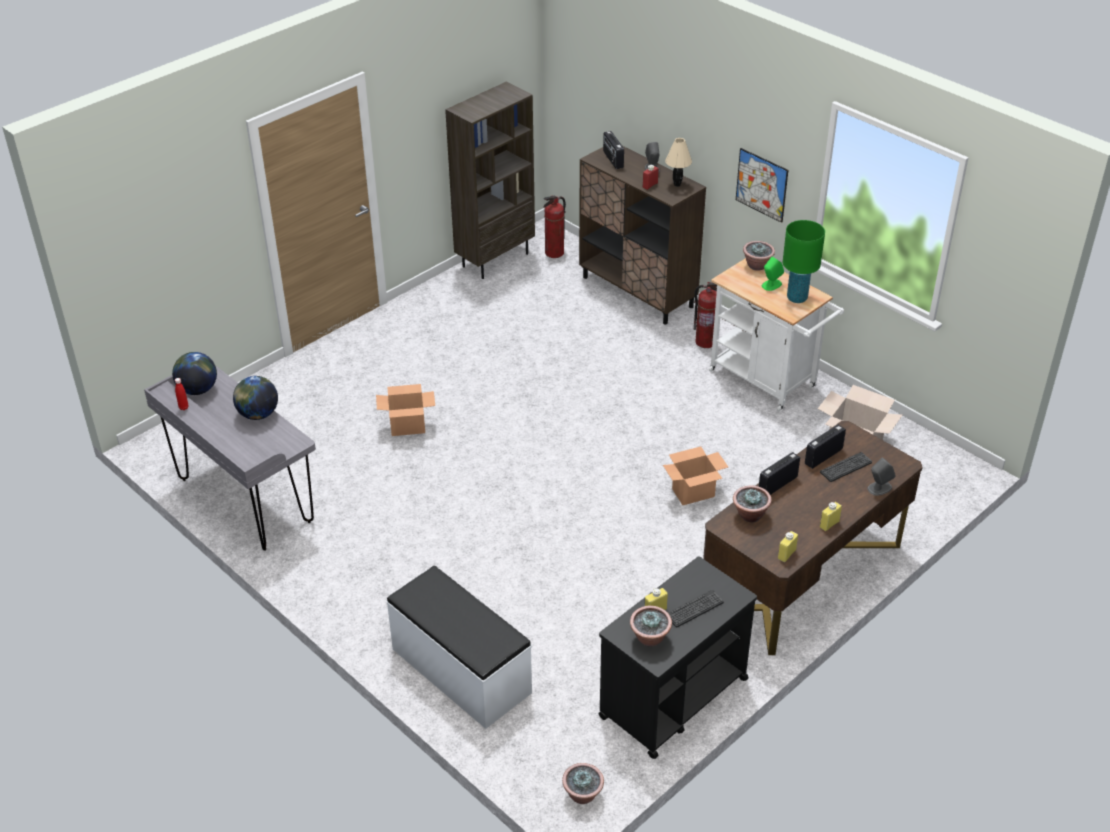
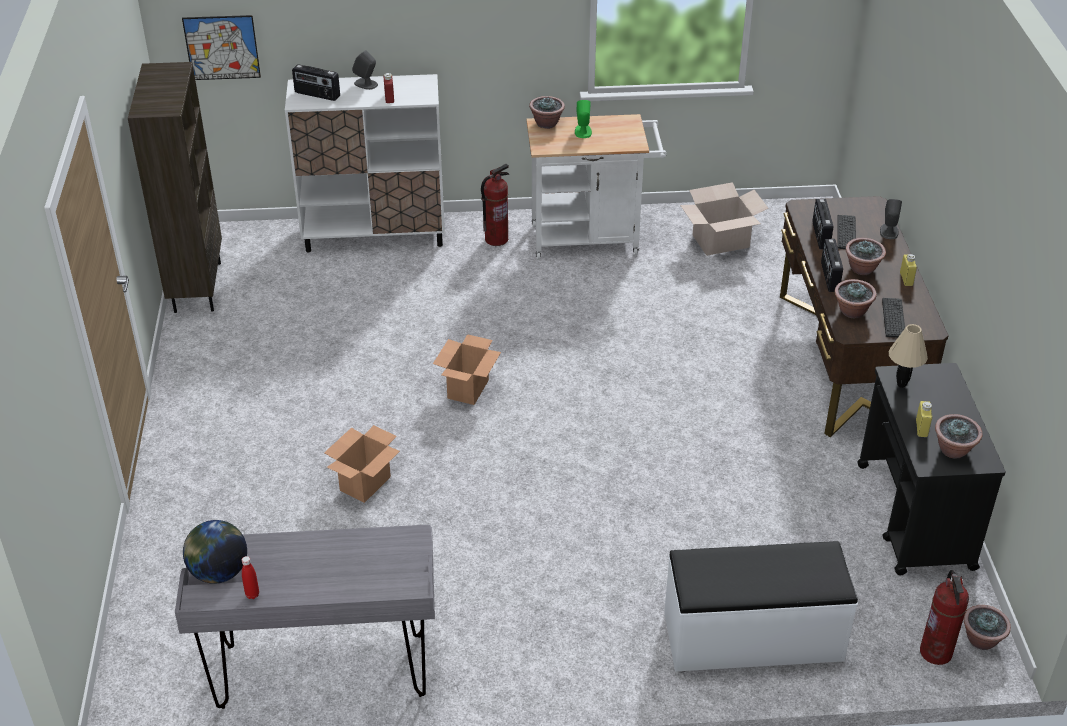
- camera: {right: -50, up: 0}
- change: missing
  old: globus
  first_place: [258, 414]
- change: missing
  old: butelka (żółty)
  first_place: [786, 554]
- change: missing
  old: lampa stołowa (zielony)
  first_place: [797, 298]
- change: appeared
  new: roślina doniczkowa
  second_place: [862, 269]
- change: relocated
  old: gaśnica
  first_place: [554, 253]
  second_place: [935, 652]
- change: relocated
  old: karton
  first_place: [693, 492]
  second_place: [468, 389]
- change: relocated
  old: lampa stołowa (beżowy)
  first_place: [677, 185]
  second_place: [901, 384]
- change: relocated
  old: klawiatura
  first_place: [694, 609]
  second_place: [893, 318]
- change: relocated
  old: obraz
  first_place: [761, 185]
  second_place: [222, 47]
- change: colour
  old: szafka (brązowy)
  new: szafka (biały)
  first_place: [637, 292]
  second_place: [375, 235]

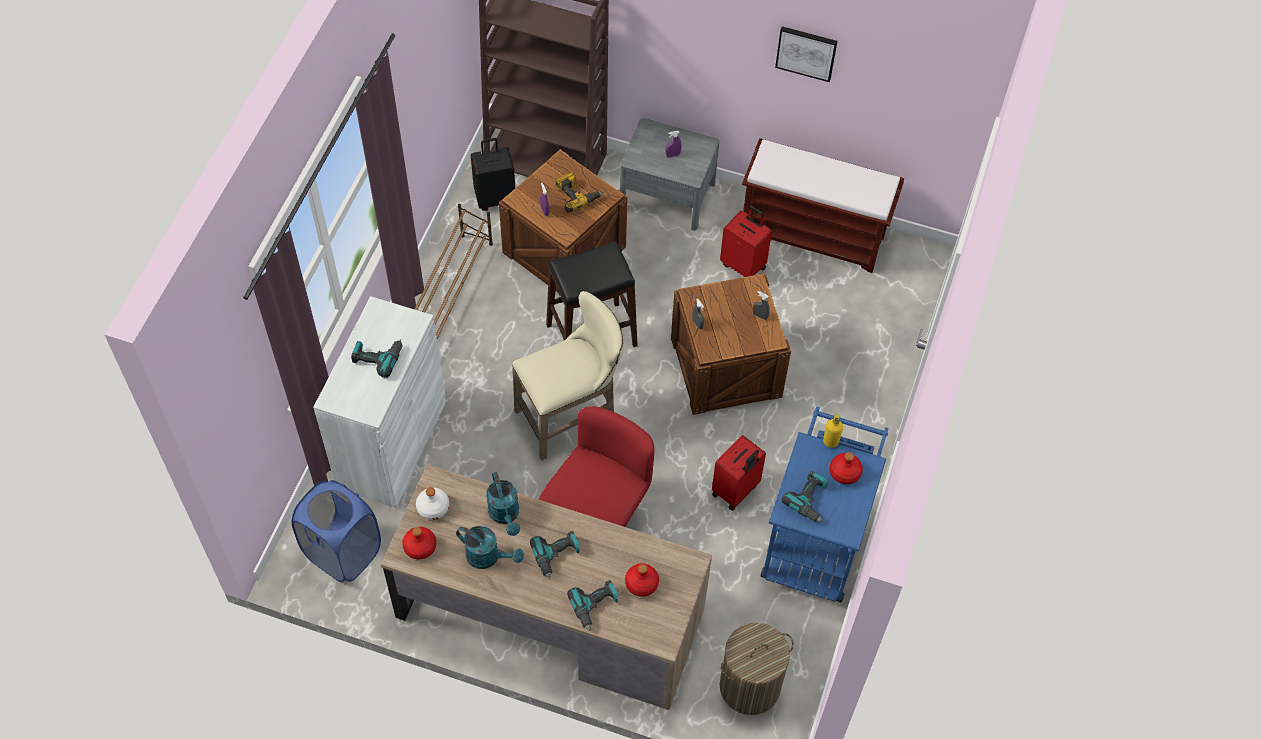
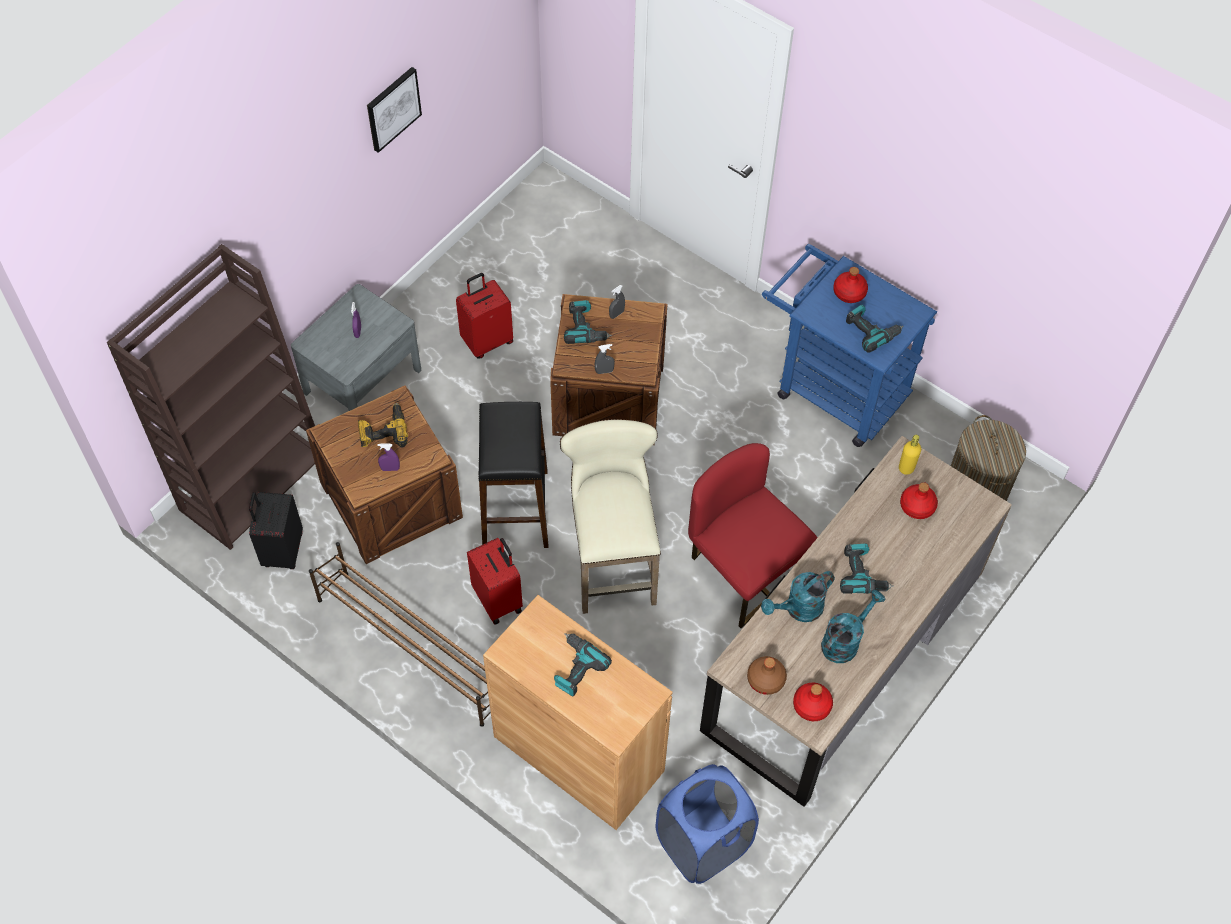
- camera: {right: -70, up: 0}
- change: missing
  old: ławka (brązowy)
  first_place: [814, 234]
- change: relocated
  old: wiertarka
  first_place: [595, 606]
  second_place: [585, 328]
- change: relocated
  old: walizka (czerwony)
  first_place: [736, 491]
  second_place: [499, 599]
- change: relocated
  old: butelka (żółty)
  first_place: [830, 442]
  second_place: [906, 468]
- change: colour
  old: szafka (biały)
  new: szafka (brązowy)
  first_place: [392, 444]
  second_place: [578, 753]
- change: colour
  old: butelka (biały)
  new: butelka (brązowy)
  first_place: [433, 507]
  second_place: [766, 679]
- change: spun
  old: konewka (turkusowy)
  first_place: [505, 515]
  second_place: [798, 609]
  degrees: 150

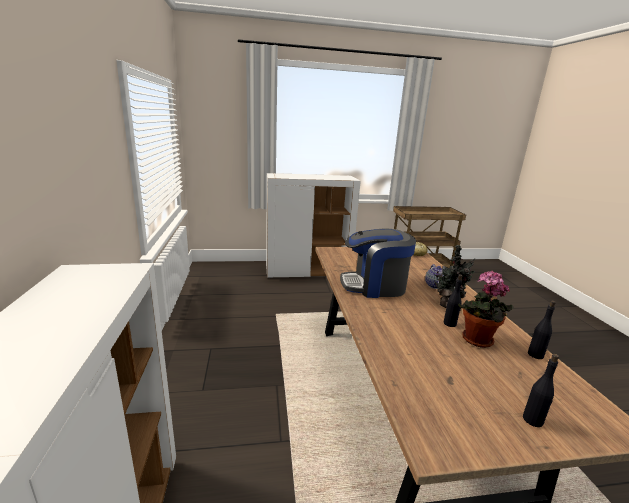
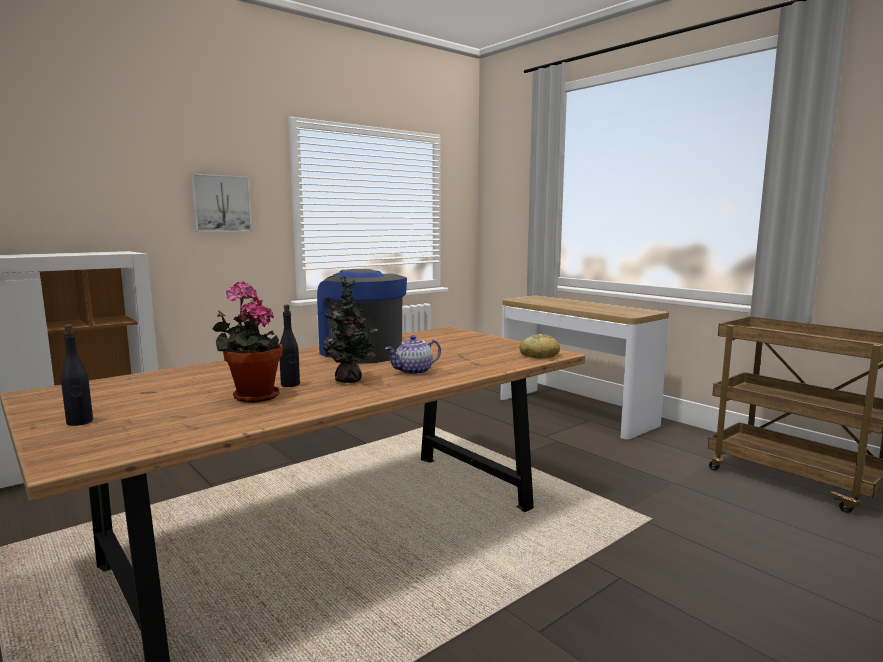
- camera: {right: 60, up: -10}
- change: missing
  old: butelka (czarny)
  first_place: [535, 355]
- change: appeared
  new: obraz
  second_place: [221, 203]
- change: exchanged
  old: szafka (biały)
  new: stolik konsolowy
  first_place: [308, 272]
  second_place: [574, 412]

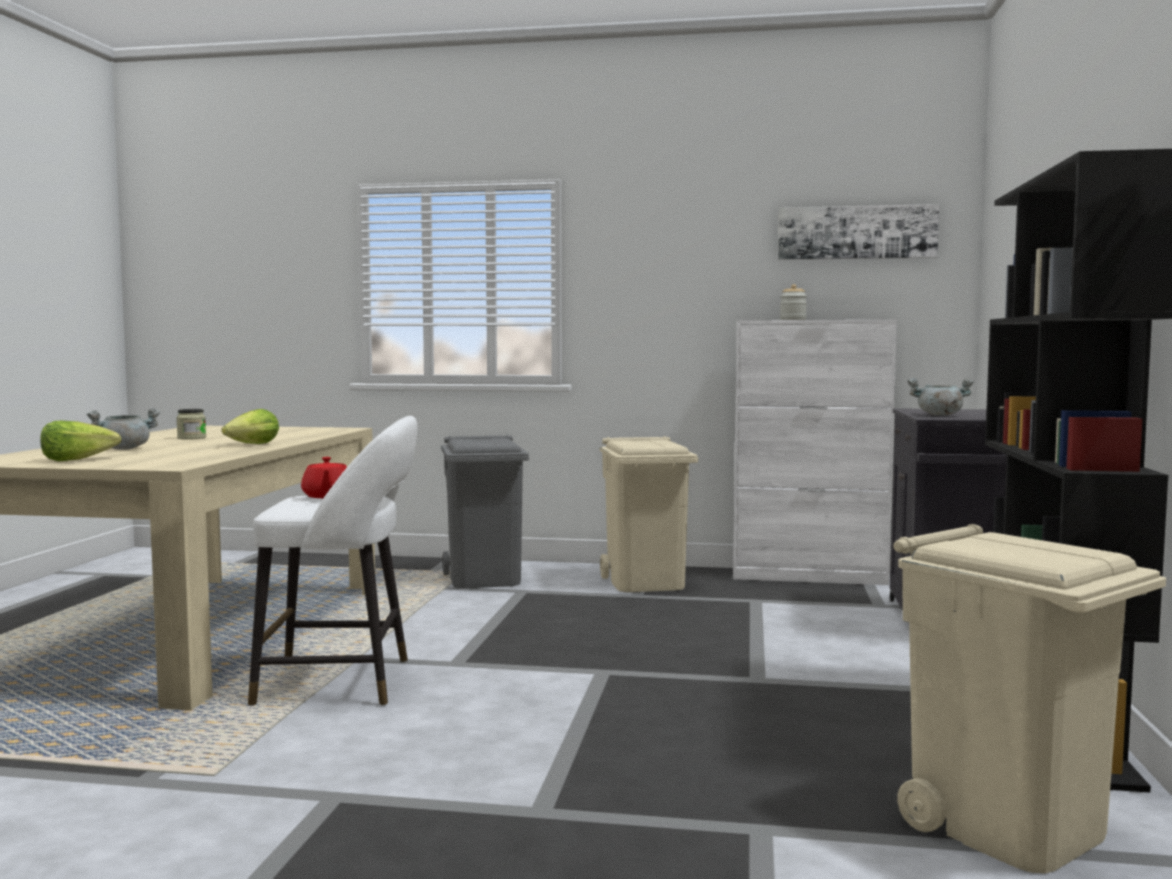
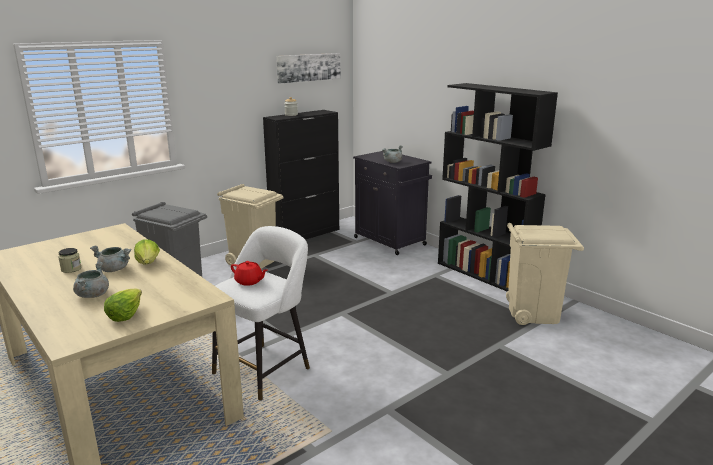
- camera: {right: -50, up: 15}
- change: appeared
  new: garnek (szary)
  second_place: [115, 269]
- change: colour
  old: szafka (biały)
  new: szafka (czarny)
  first_place: [809, 576]
  second_place: [305, 234]

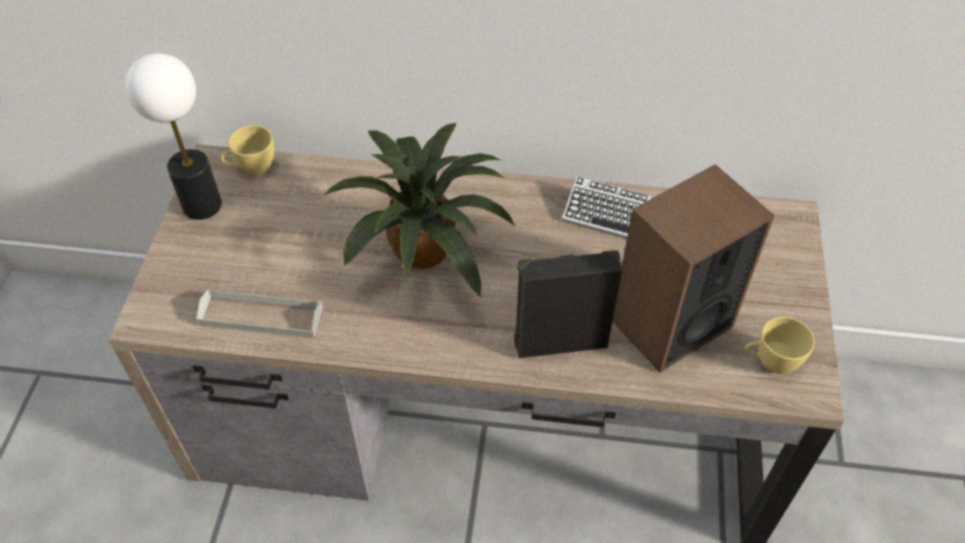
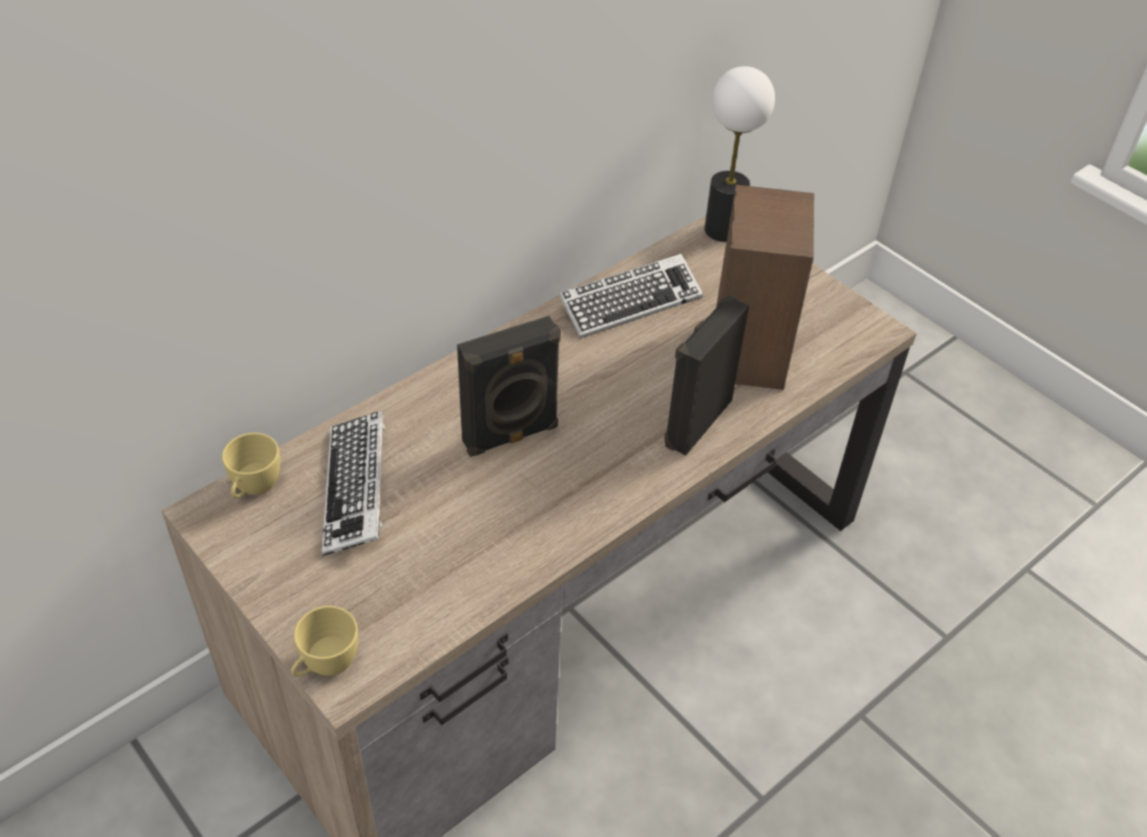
- camera: {right: -50, up: -5}
- change: missing
  old: taca (szary)
  first_place: [261, 316]
- change: appeared
  new: klawiatura
  second_place: [356, 489]
- change: relocated
  old: lampa stołowa
  first_place: [202, 205]
  second_place: [723, 229]
- change: relocated
  old: filiżanka (żółty)
  first_place: [770, 361]
  second_place: [325, 665]
- change: exchanged
  old: roślina doniczkowa
  new: głośnik (czarny)
  first_place: [426, 251]
  second_place: [511, 436]

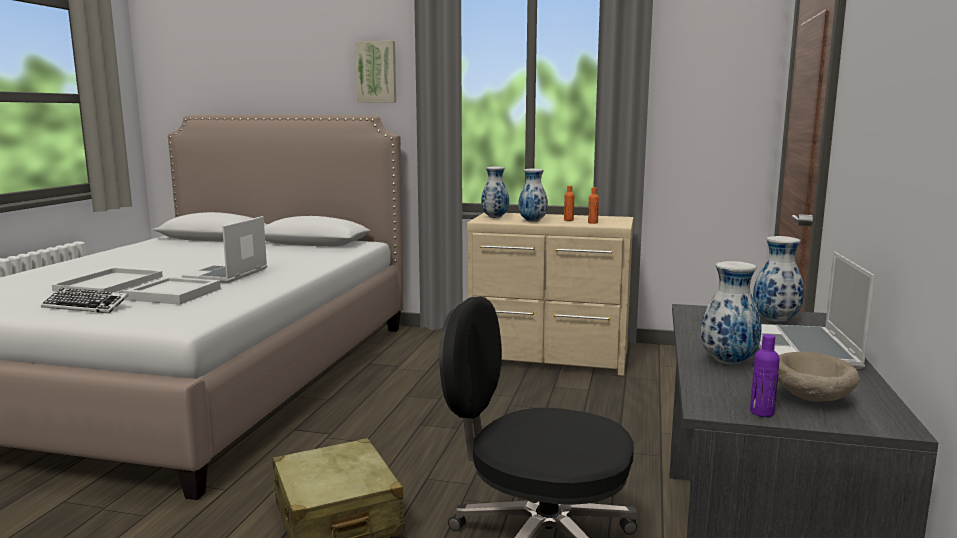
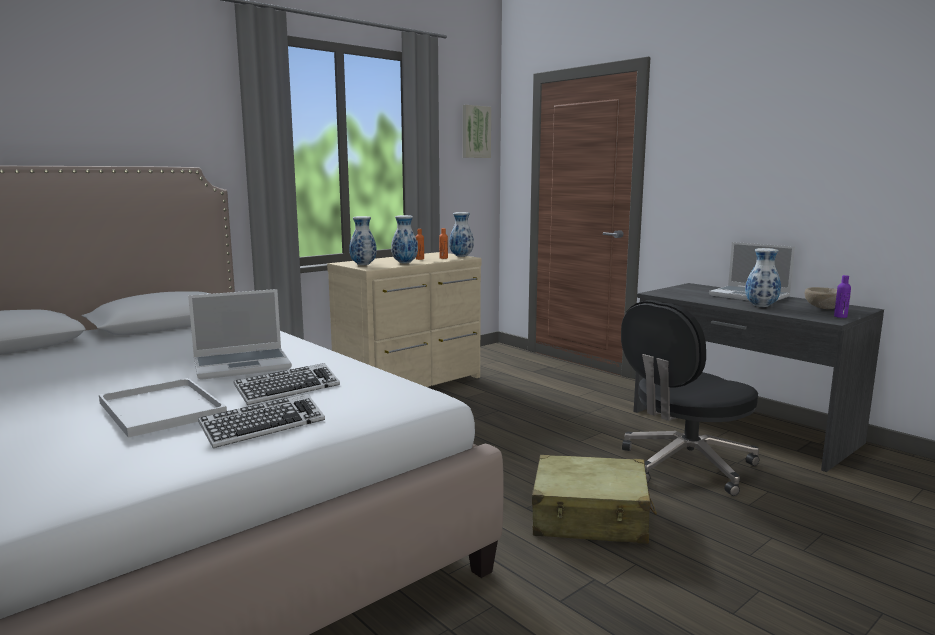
- camera: {right: -55, up: 0}
- change: relocated
  old: obraz
  first_place: [376, 72]
  second_place: [475, 132]
- change: relocated
  old: wazon
  first_place: [776, 320]
  second_place: [461, 256]
- change: exchanged
  old: taca (biały)
  new: klawiatura
  first_place: [175, 294]
  second_place: [288, 390]
- change: spun
  old: laptop
  first_place: [227, 274]
  second_place: [243, 365]
  degrees: -75

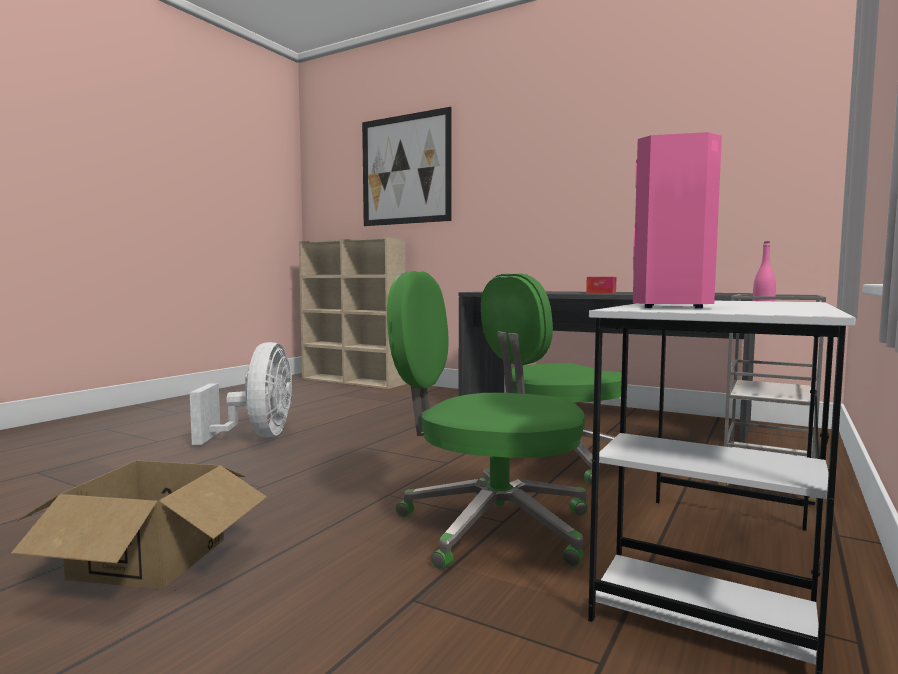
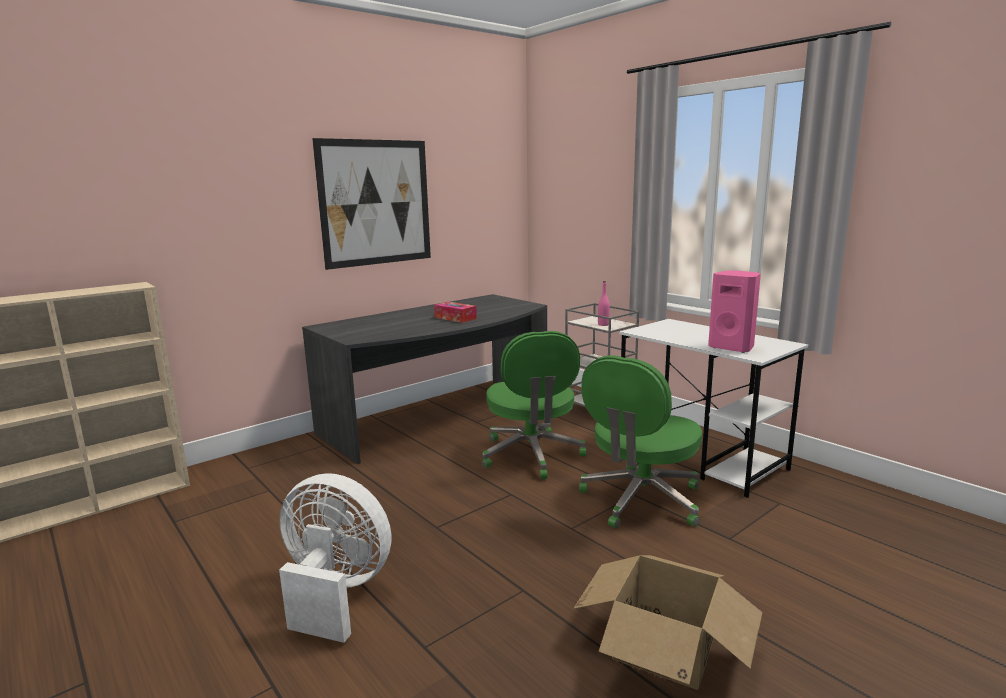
- camera: {right: -70, up: 10}
- change: relocated
  old: obraz
  first_place: [405, 169]
  second_place: [376, 203]

